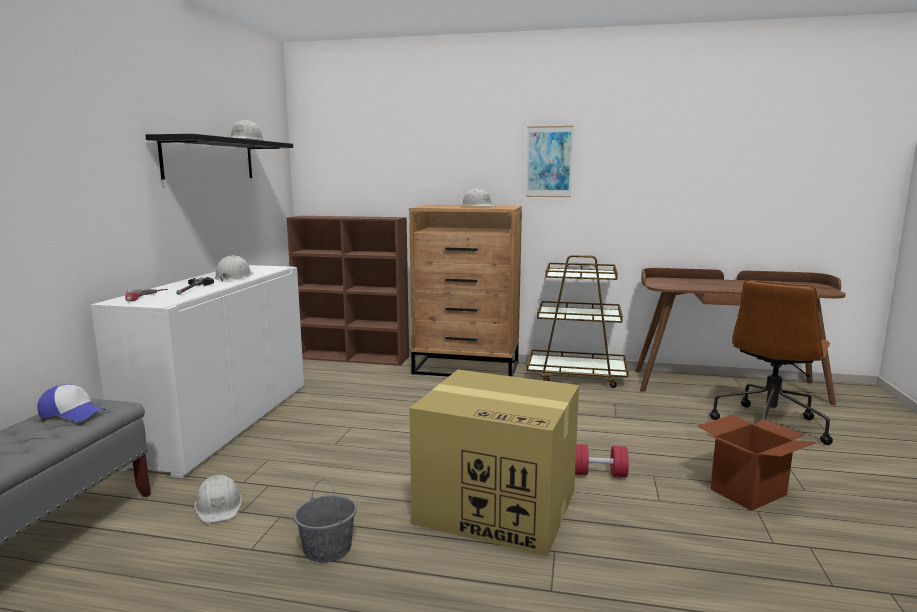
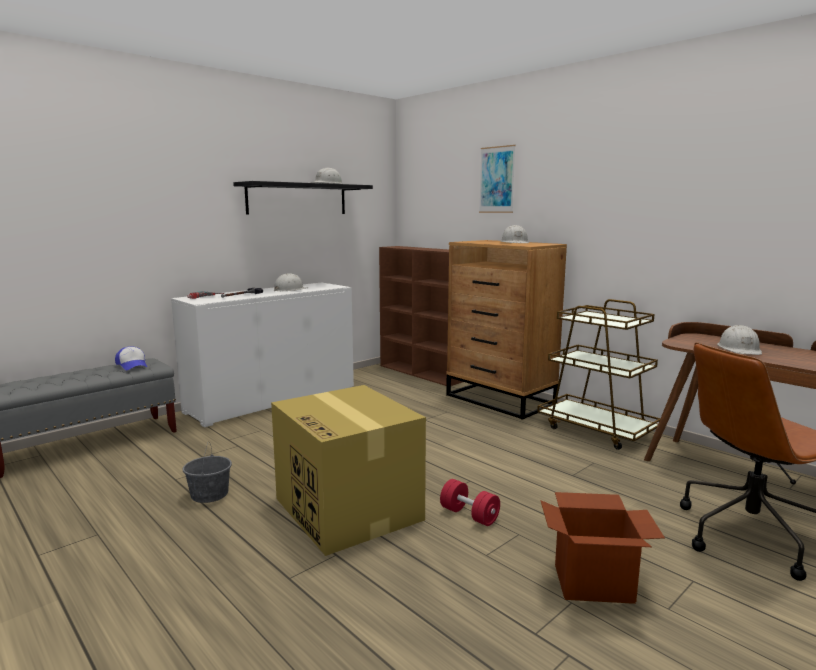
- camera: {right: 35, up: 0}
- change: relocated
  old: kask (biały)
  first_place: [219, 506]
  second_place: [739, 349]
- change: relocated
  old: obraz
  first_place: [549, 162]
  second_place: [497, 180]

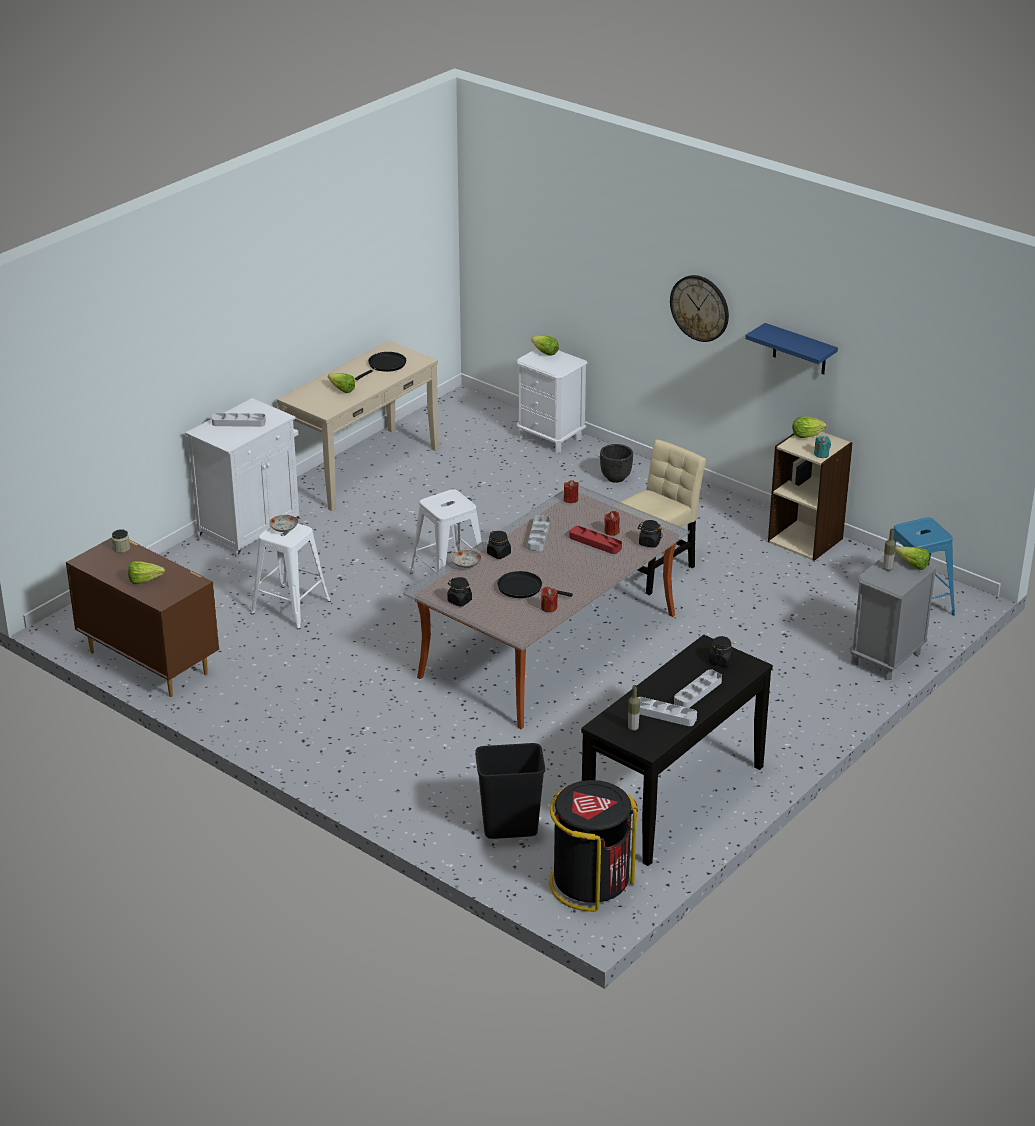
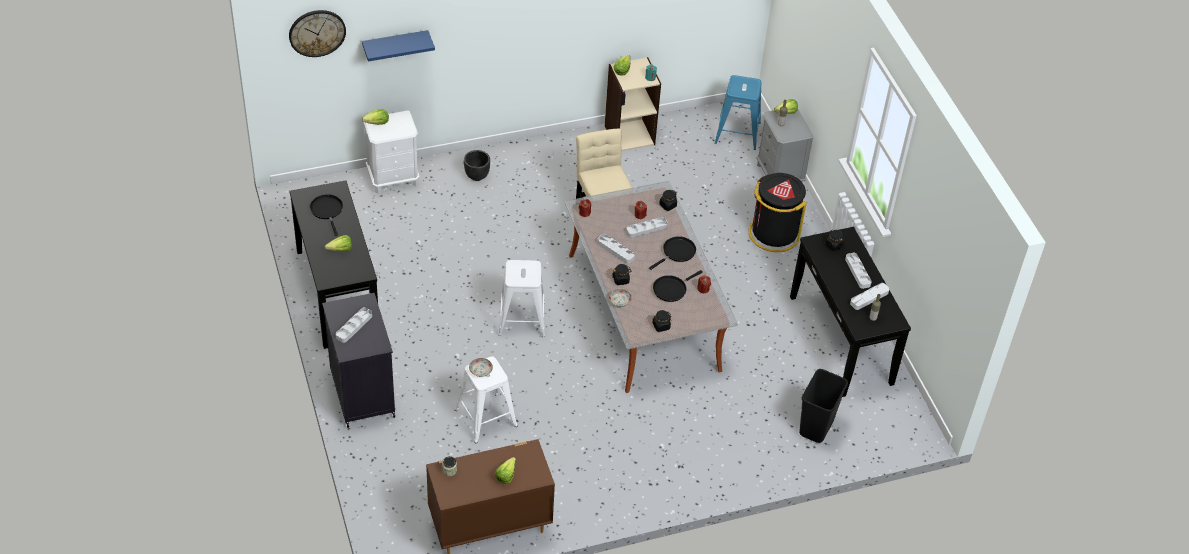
- camera: {right: -60, up: 15}
- change: appeared
  new: patelnia (czarny)
  second_place: [677, 252]
- change: relocated
  old: kosz na śmieci (czarny)
  first_place: [590, 883]
  second_place: [773, 233]
- change: relocated
  old: zegar ścienny
  first_place: [700, 308]
  second_place: [317, 32]
- change: relocated
  old: półka (niebieski)
  first_place: [799, 350]
  second_place: [395, 45]
- change: colour
  old: szafka (biały)
  new: szafka (czarny)
  first_place: [250, 528]
  second_place: [362, 392]
- change: colour
  old: stolik konsolowy (beżowy)
  new: stolik konsolowy (czarny)
  first_place: [362, 468]
  second_place: [337, 293]
- change: colour
  old: taca (czerwony)
  new: taca (szary)
  first_place: [595, 543]
  second_place: [646, 229]

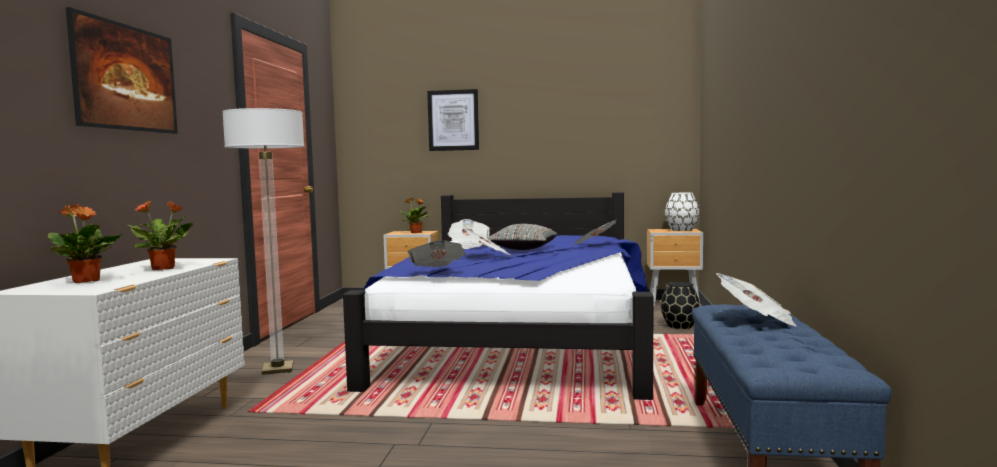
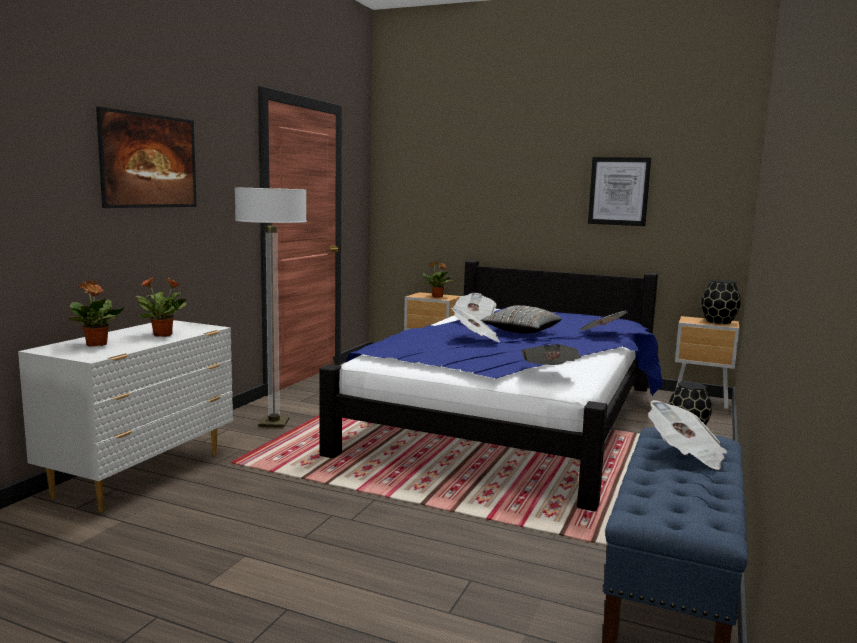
- camera: {right: 15, up: 5}
- change: relocated
  old: gazeta
  first_place: [437, 271]
  second_place: [549, 371]
- change: relocated
  old: obraz
  first_place: [453, 120]
  second_place: [619, 191]
- change: colour
  old: wazon (biały)
  new: wazon (czarny)
  first_place: [681, 230]
  second_place: [718, 321]

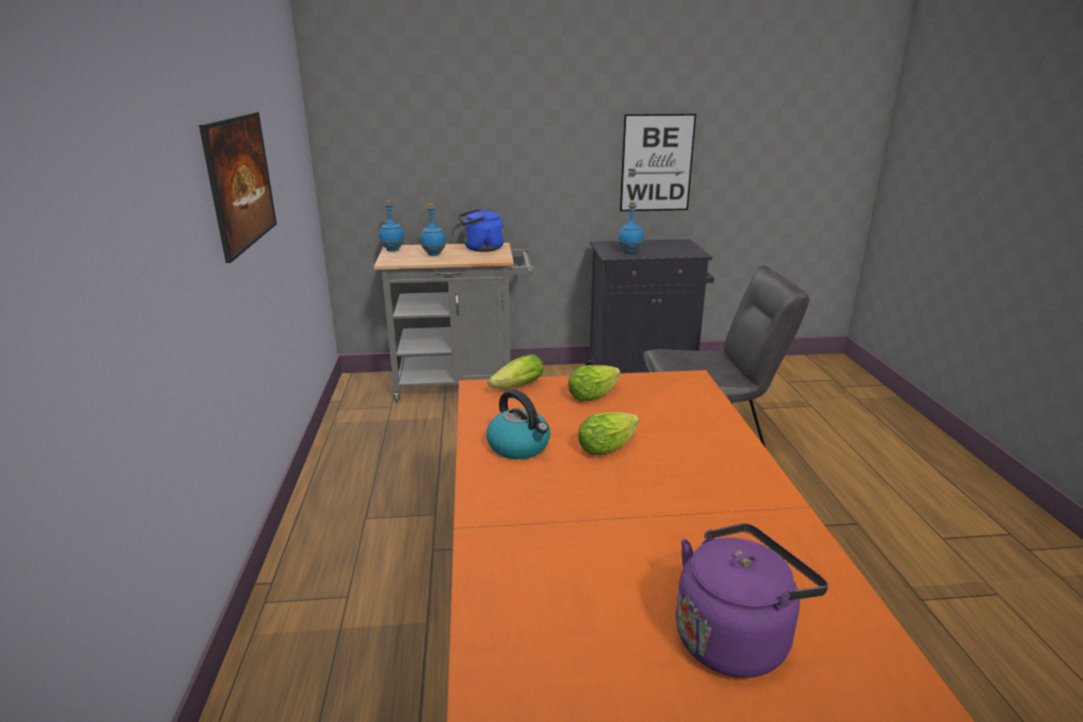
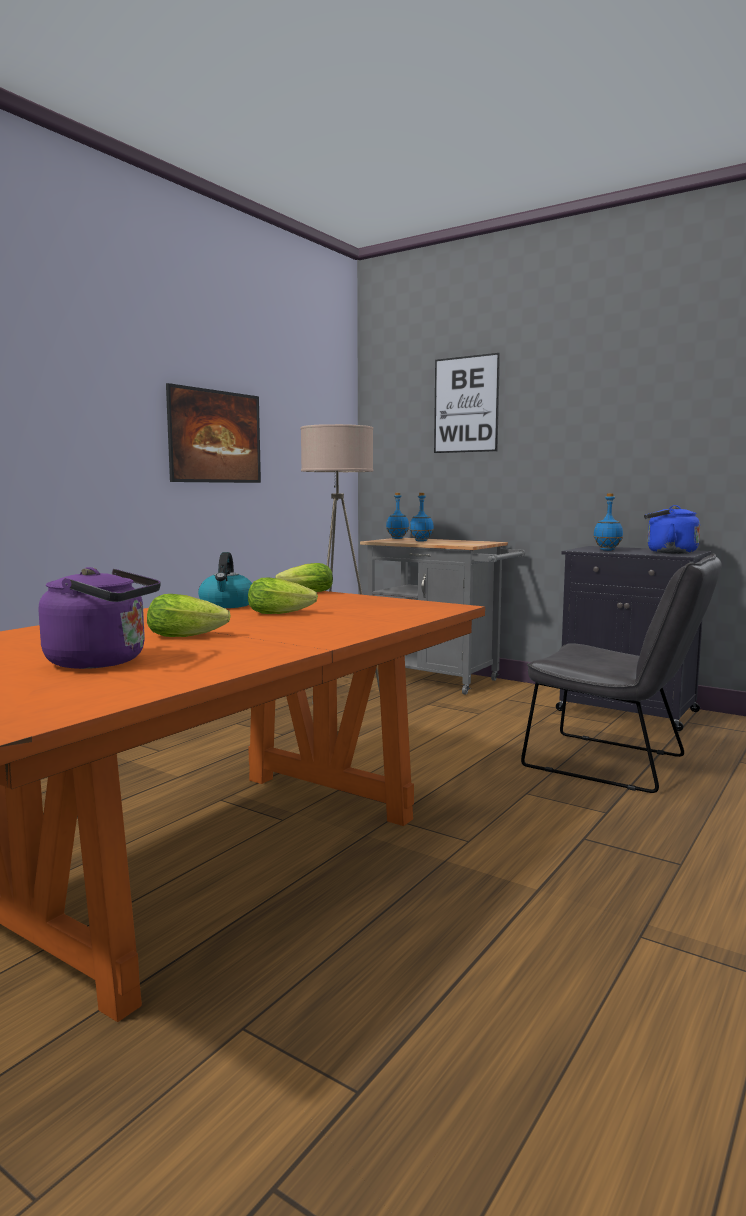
- camera: {right: 40, up: -15}
- change: appeared
  new: lampa stojąca (beżowy)
  second_place: [339, 693]
- change: relocated
  old: czajnik (niebieski)
  first_place: [481, 249]
  second_place: [668, 552]
- change: relocated
  old: sałata
  first_place: [595, 394]
  second_place: [190, 636]
- change: relocated
  old: obraz
  first_place: [656, 163]
  second_place: [466, 404]

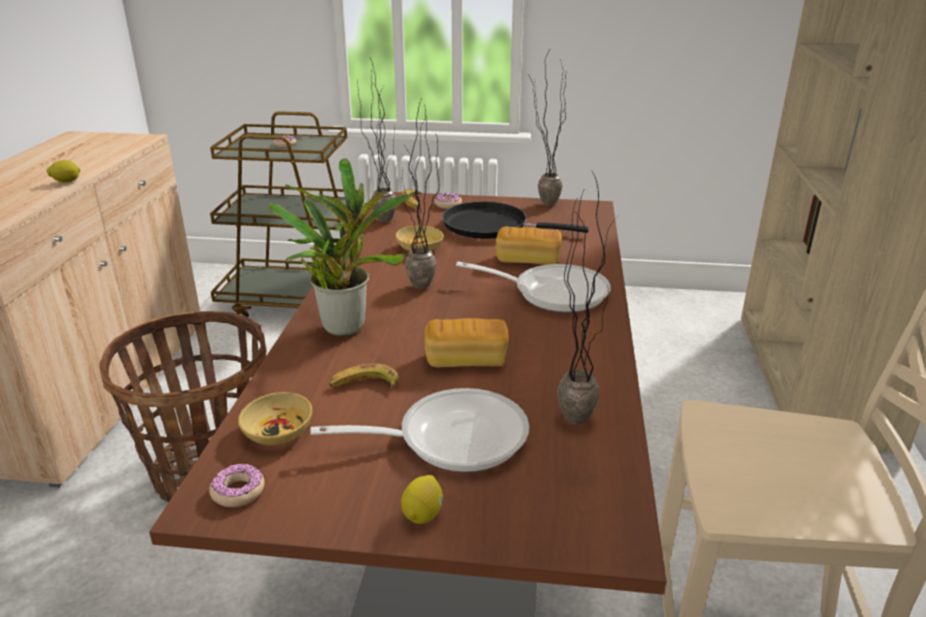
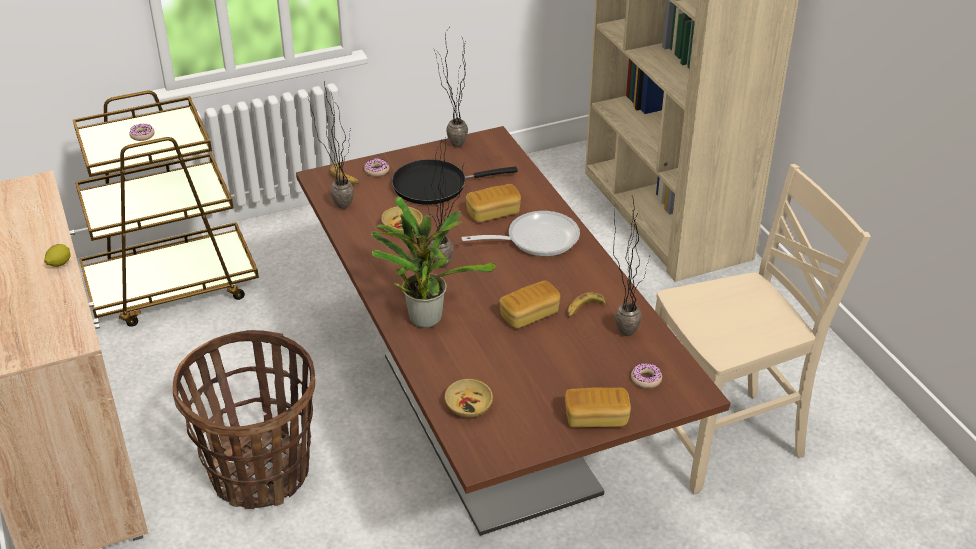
- camera: {right: -30, up: 10}
- change: missing
  old: patelnia
  first_place: [451, 438]
- change: relocated
  old: donut
  first_place: [238, 491]
  second_place: [646, 379]
- change: relocated
  old: banan
  first_place: [364, 385]
  second_place: [584, 309]
- change: exchanged
  old: cytryna
  new: chleb
  first_place: [423, 514]
  second_place: [596, 418]

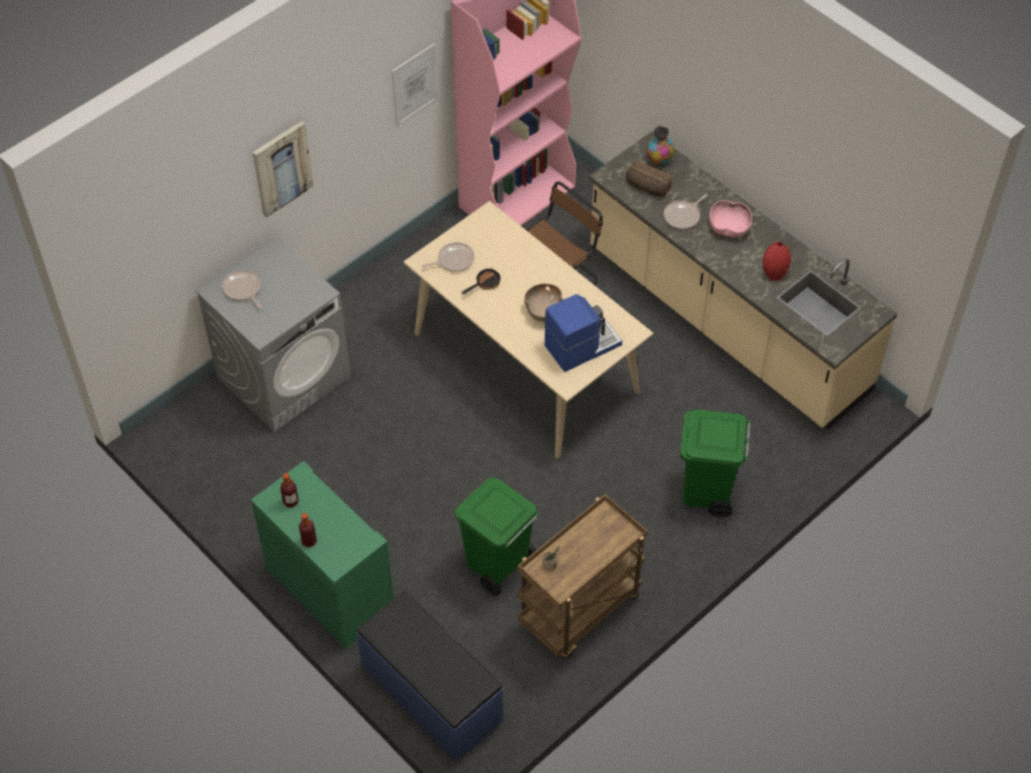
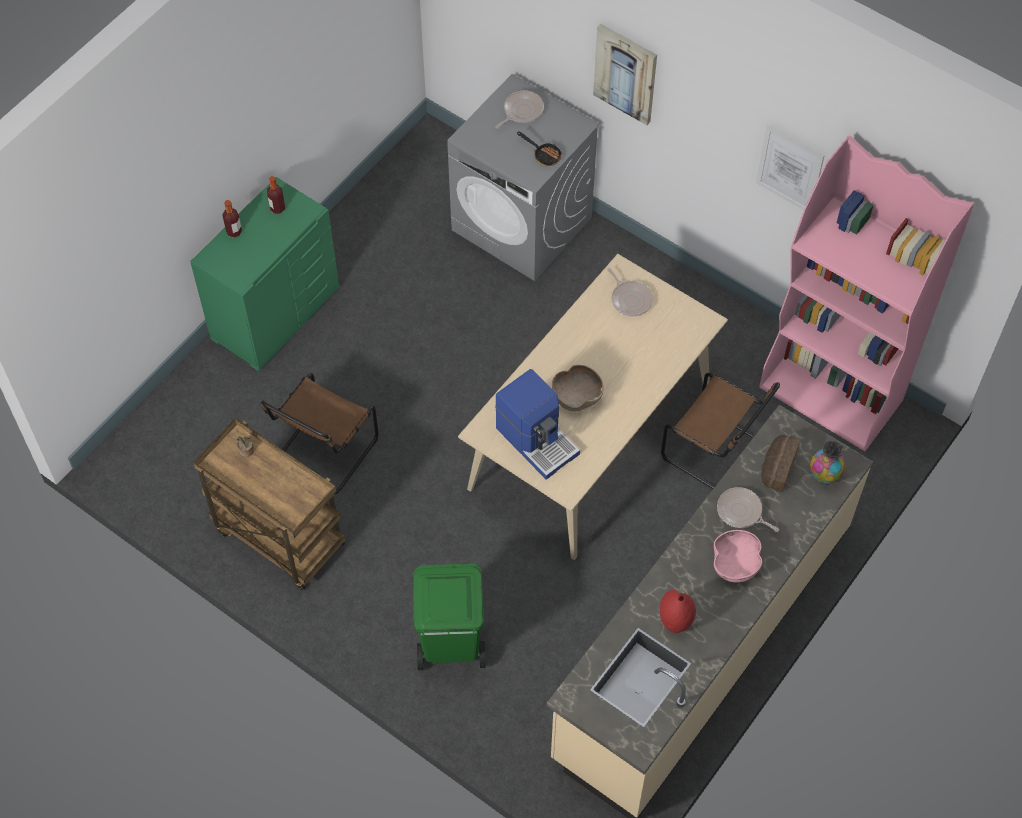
- camera: {right: 80, up: 5}
- change: missing
  old: ławka (niebieski)
  first_place: [430, 693]
- change: relocated
  old: patelnia
  first_place: [485, 283]
  second_place: [544, 155]
- change: exchanged
  old: kosz na śmieci (zielony)
  new: krzesło (brązowy)
  first_place: [497, 565]
  second_place: [324, 453]

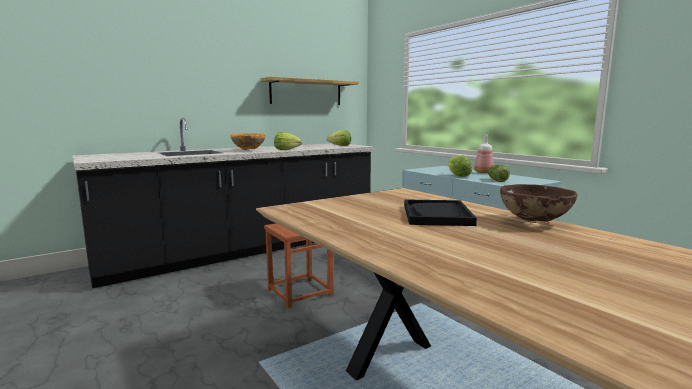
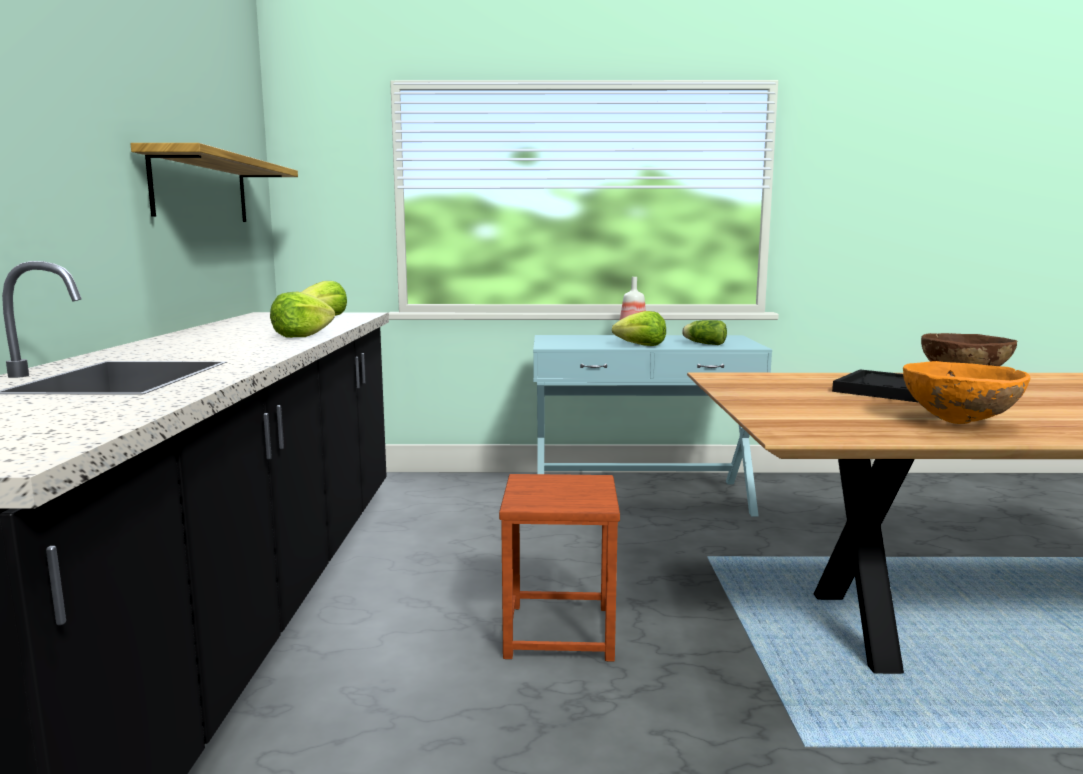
- camera: {right: -55, up: 0}
- change: relocated
  old: miska (pomarańczowy)
  first_place: [248, 150]
  second_place: [959, 422]

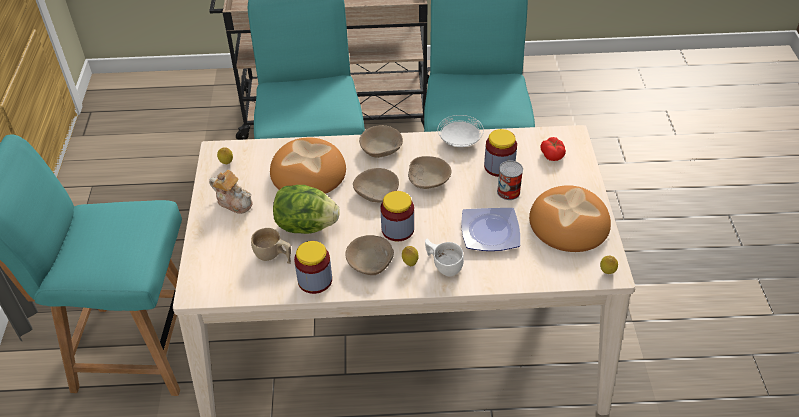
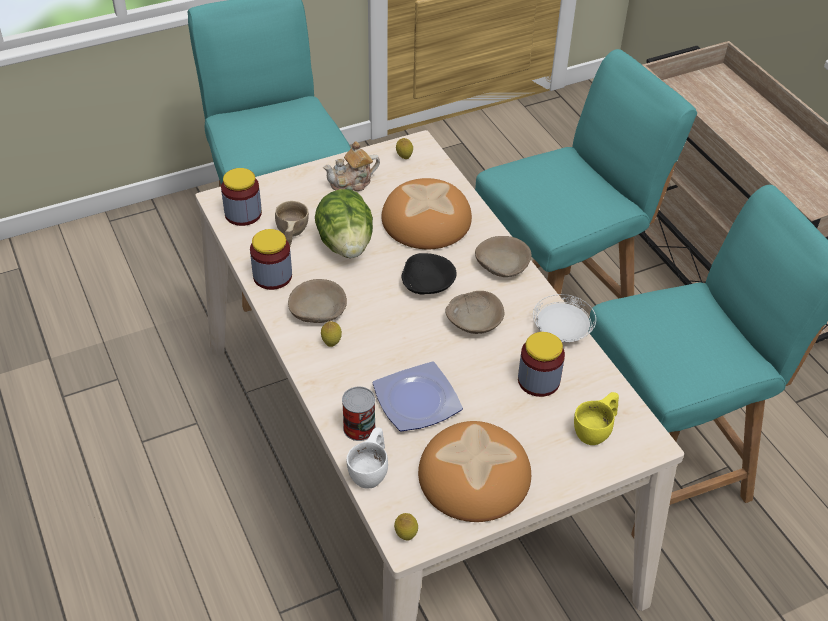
- camera: {right: 65, up: 0}
- change: relocated
  old: słoik
  first_place: [397, 229]
  second_place: [243, 214]
- change: relocated
  old: filiżanka (biały)
  first_place: [443, 265]
  second_place: [371, 470]
- change: relocated
  old: puszka
  first_place: [508, 192]
  second_place: [359, 428]
- change: exchanged
  old: pomidor
  new: filiżanka (żółty)
  first_place: [552, 154]
  second_place: [597, 430]
- change: colour
  old: miska (beżowy)
  new: miska (czarny)
  first_place: [377, 192]
  second_place: [427, 283]
- change: spun
  old: imbryk
  first_place: [234, 202]
  second_place: [352, 183]
  degrees: 60

